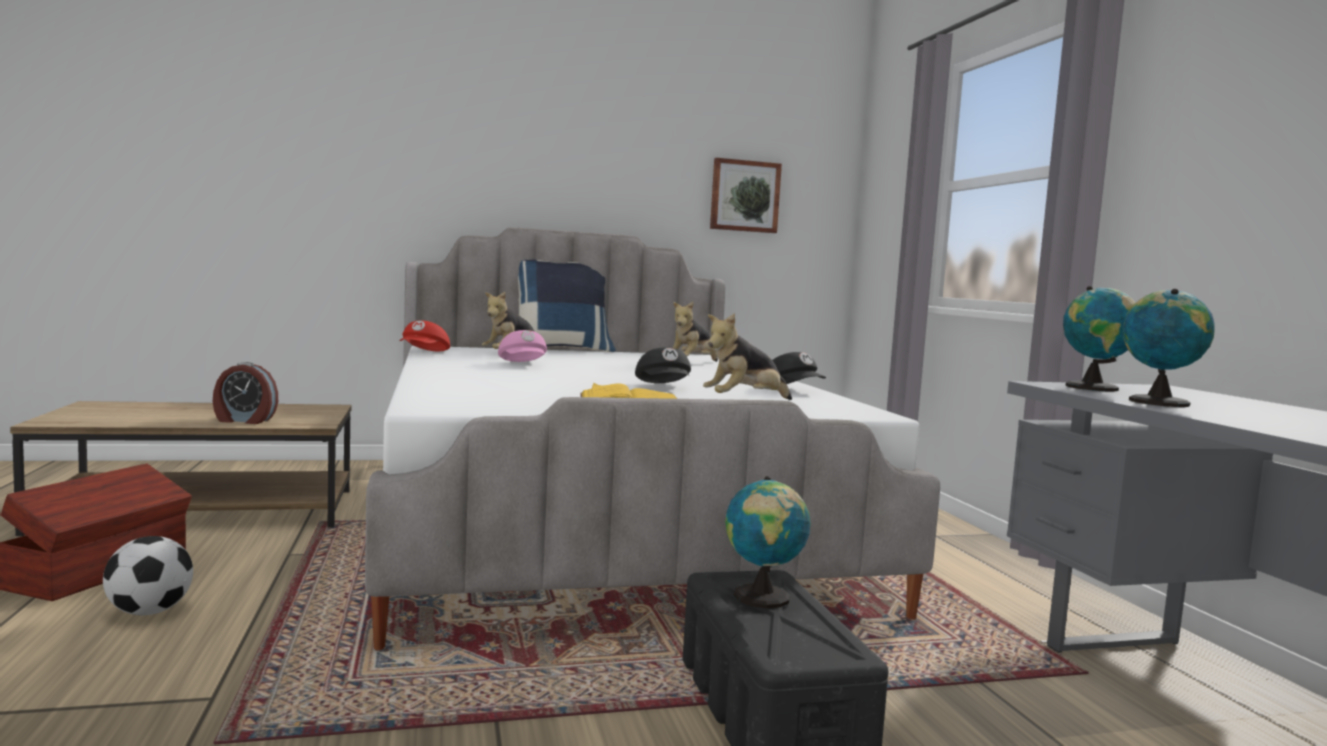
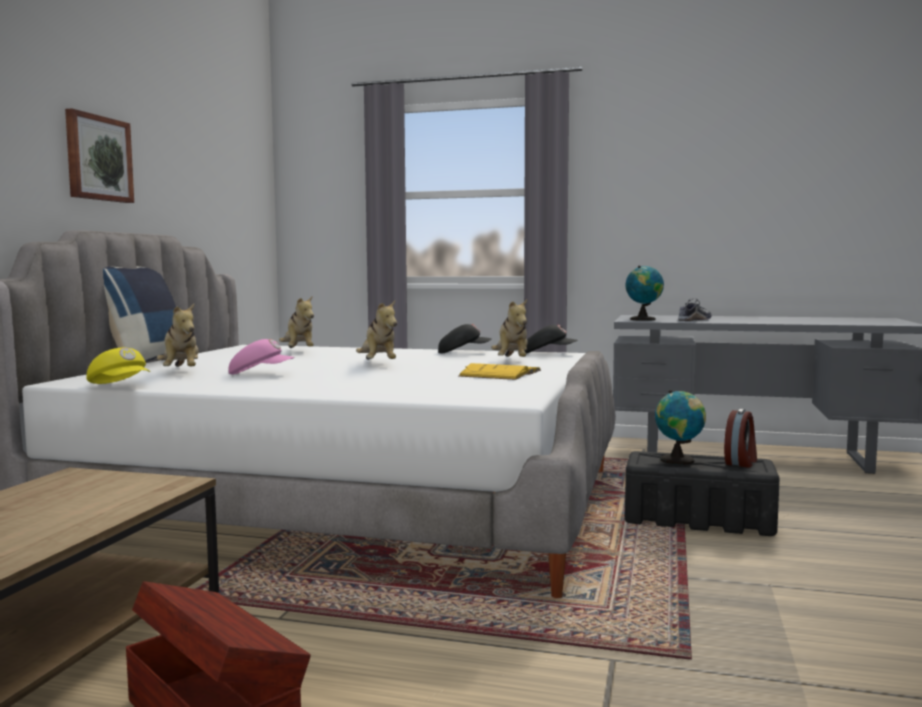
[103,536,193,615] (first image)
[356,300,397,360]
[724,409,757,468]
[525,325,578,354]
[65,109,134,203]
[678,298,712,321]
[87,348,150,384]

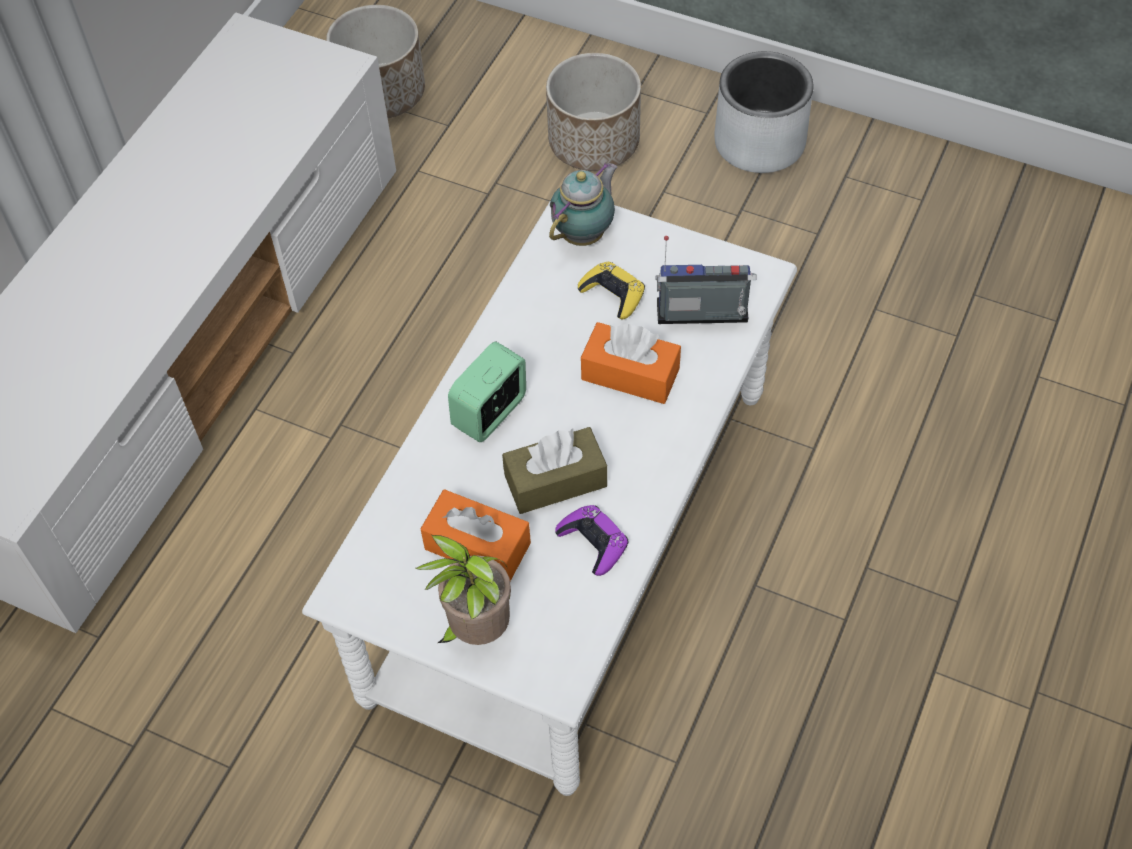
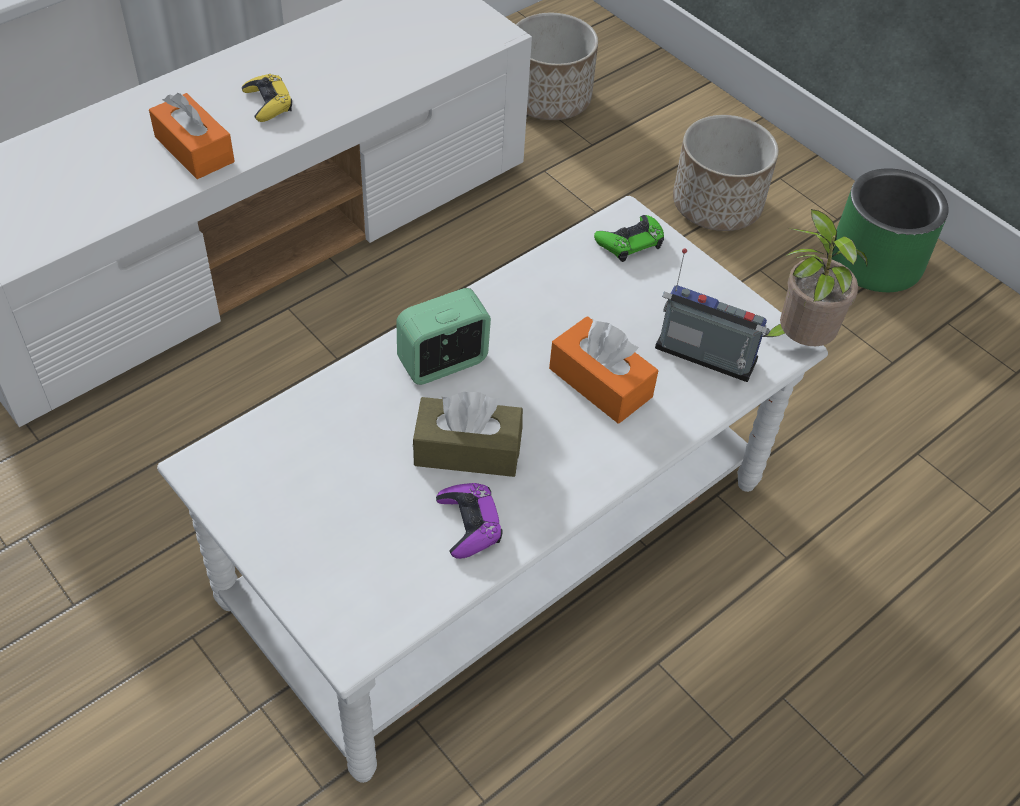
[762,209,868,346]
[149,93,235,179]
[242,74,292,122]
[594,215,664,262]
[832,168,949,292]

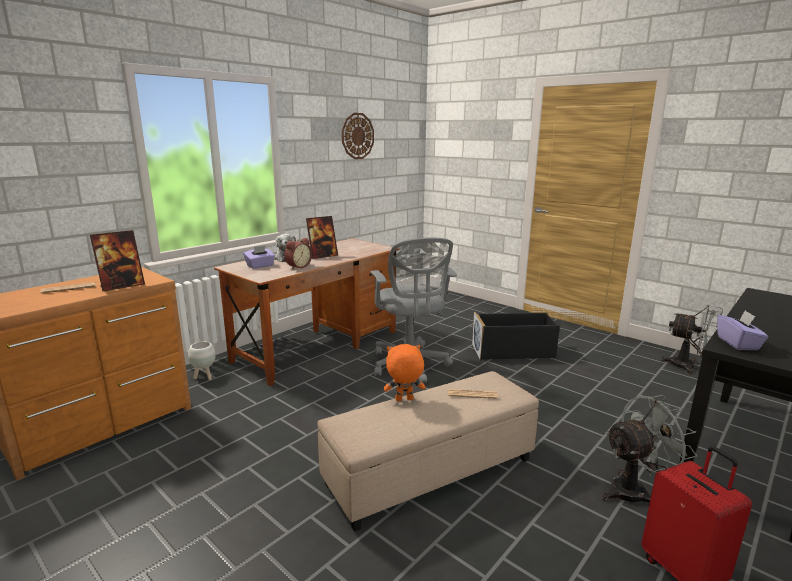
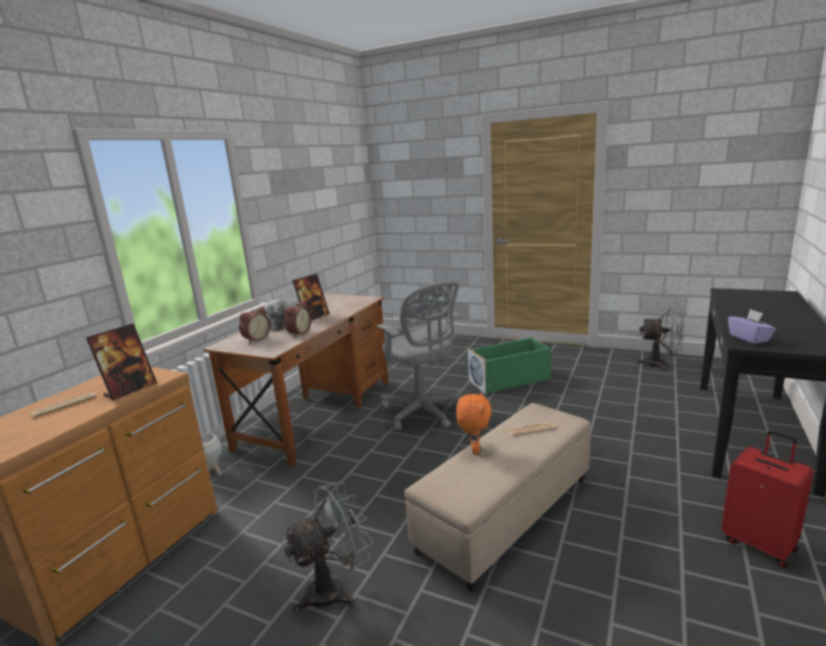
[342,113,374,159] (first image)
[283,481,373,614]
[239,307,271,343]
[468,337,551,395]
[456,392,492,454]

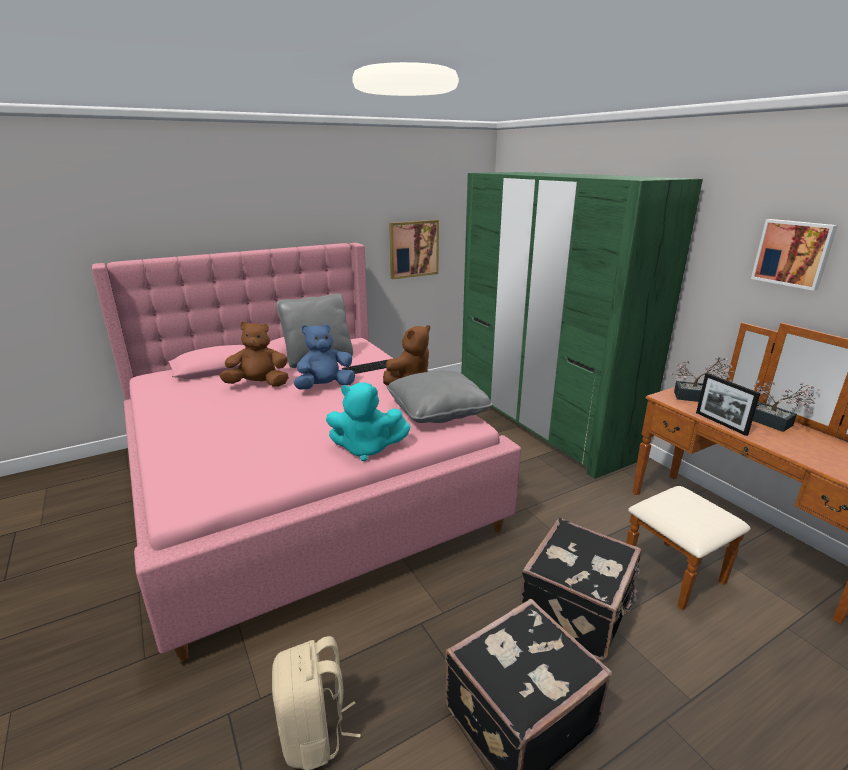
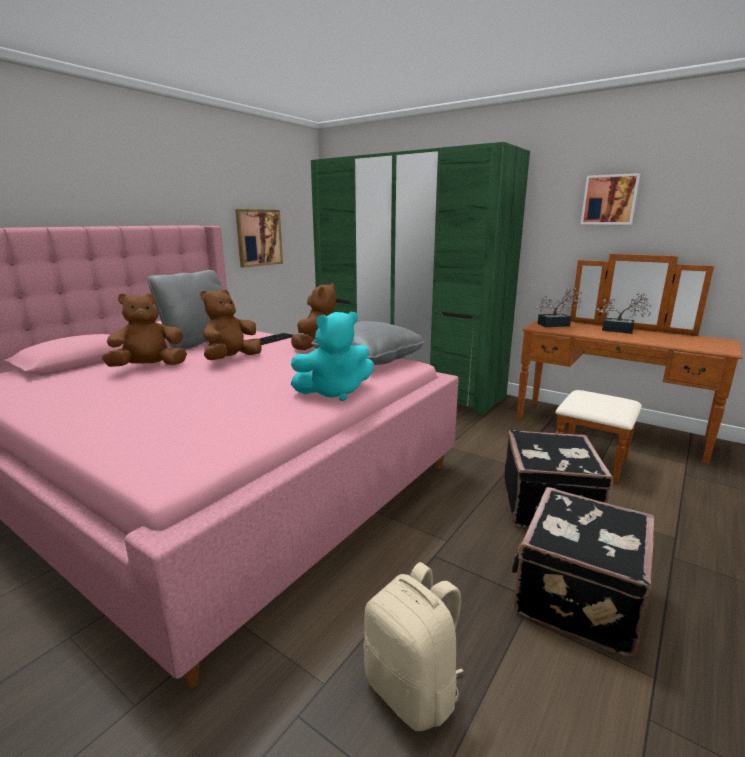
[696,373,760,436] (first image)
[200,290,262,360]

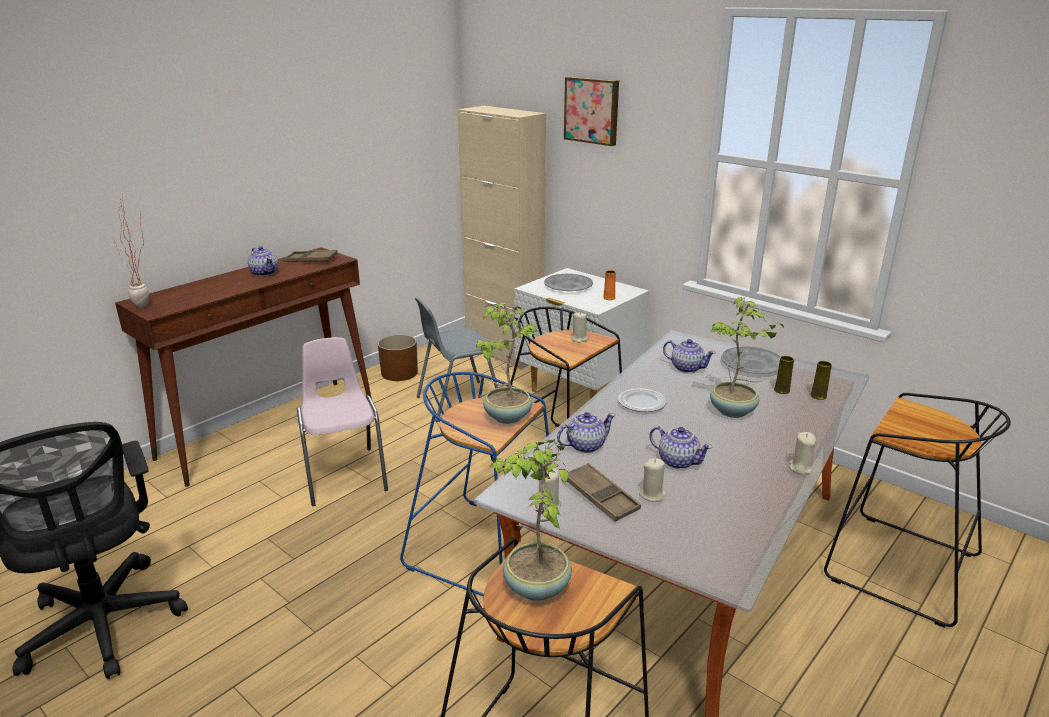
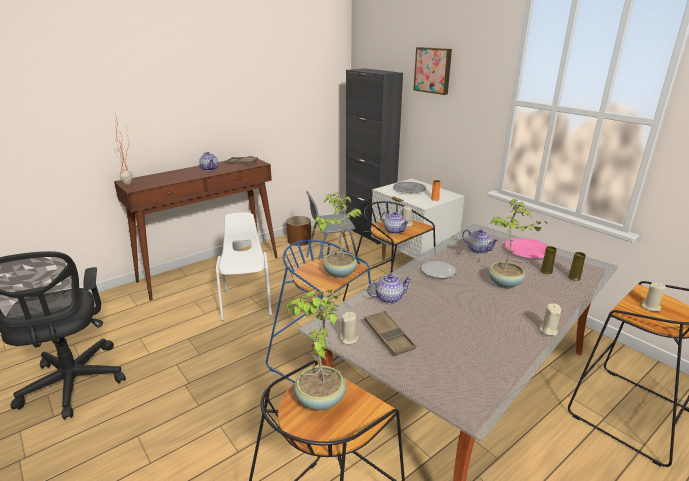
[641,282,666,312]
[381,211,409,234]
[216,212,272,321]
[346,68,403,244]
[505,238,548,258]

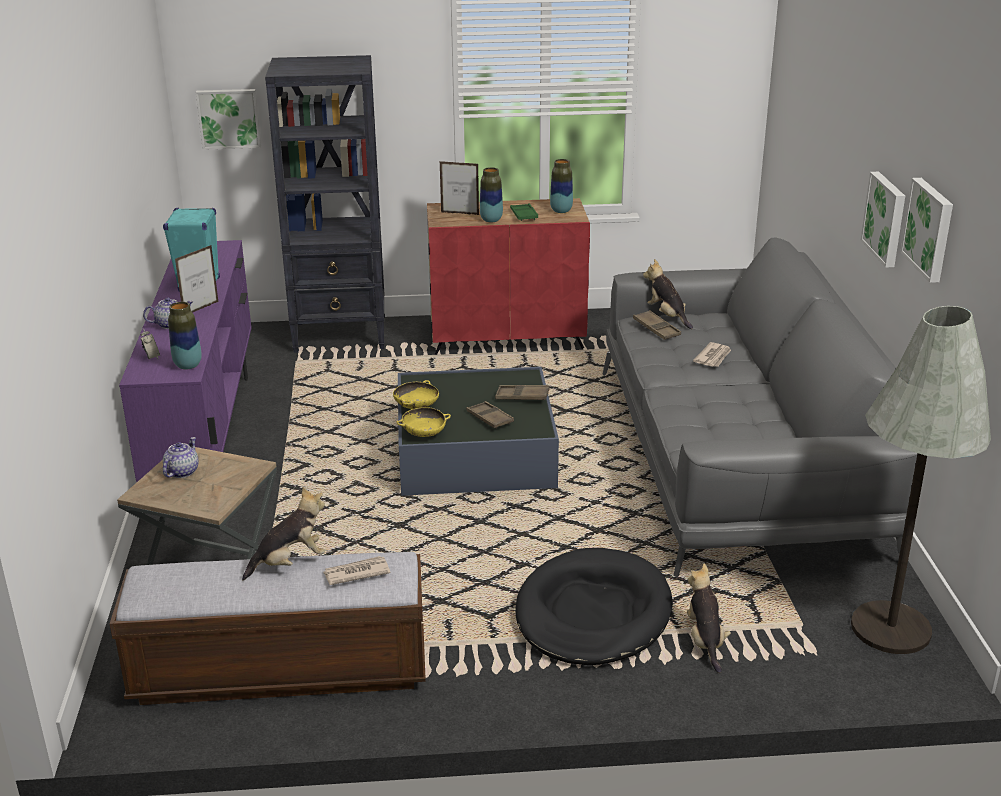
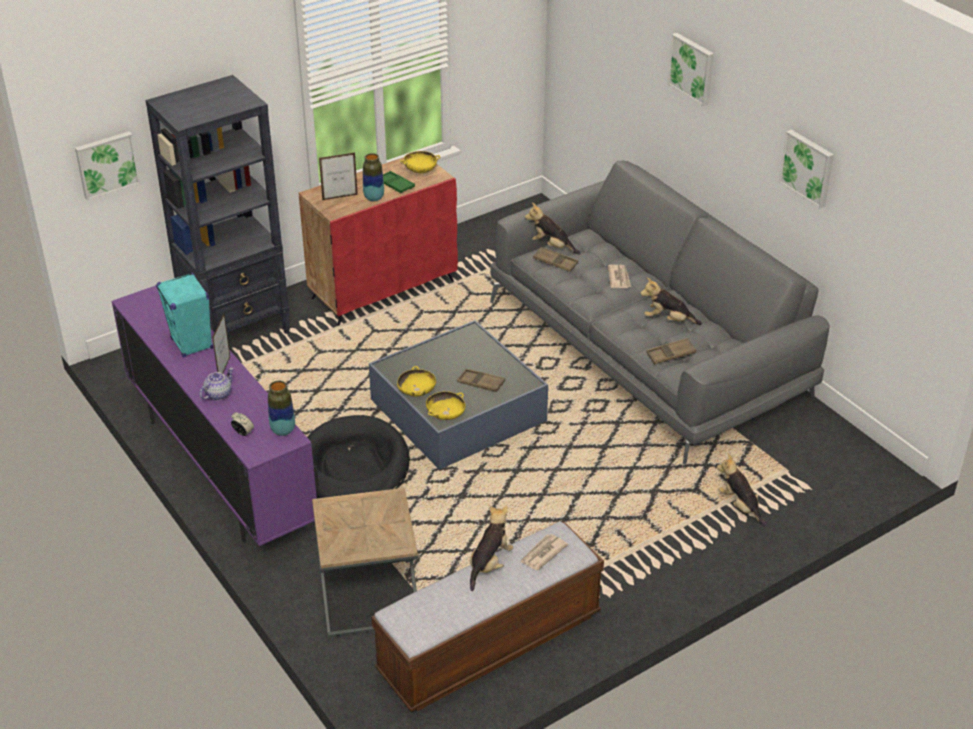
[163,437,199,478] (first image)
[851,306,991,654] (first image)
[640,278,702,325]
[646,338,696,364]
[307,415,410,498]
[667,33,714,106]
[400,151,440,173]

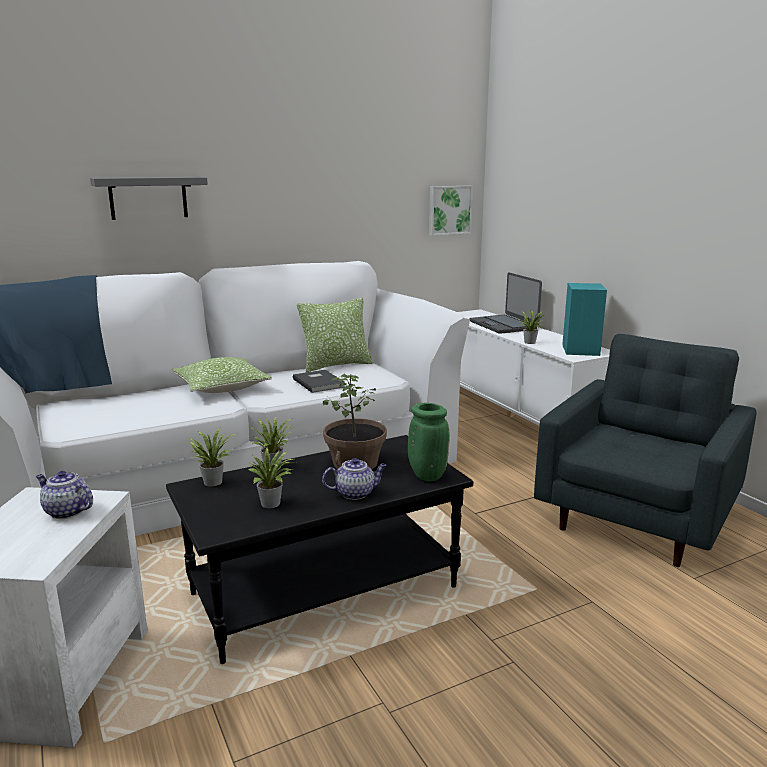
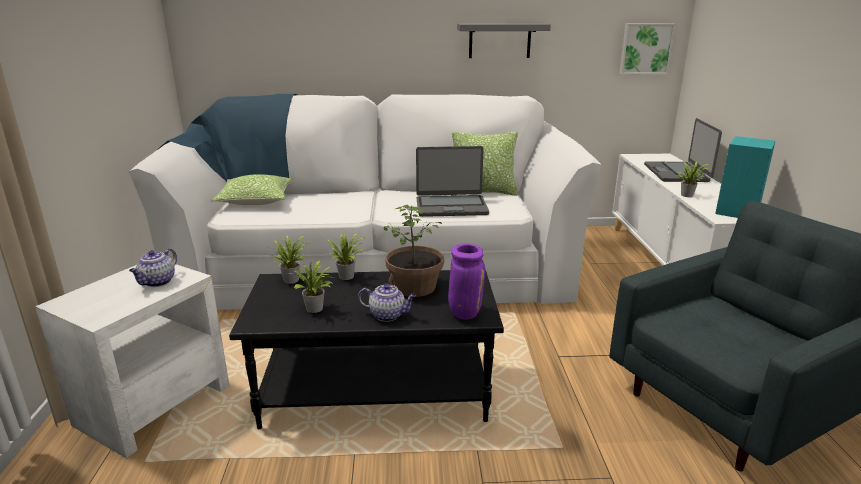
[457,23,551,58]
[211,174,293,205]
[416,146,489,217]
[448,244,485,320]
[129,248,177,287]

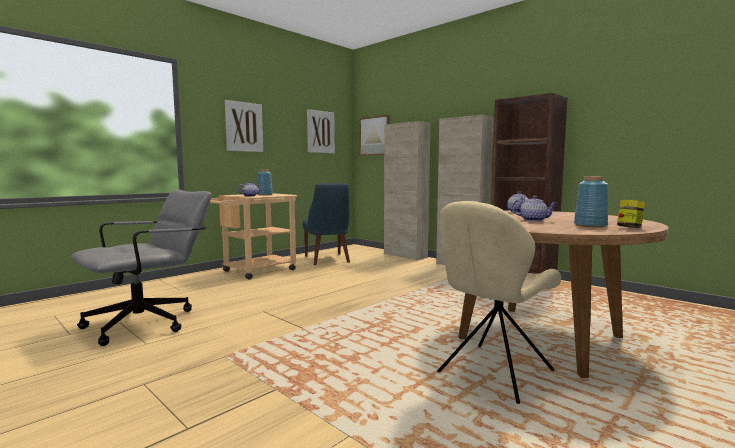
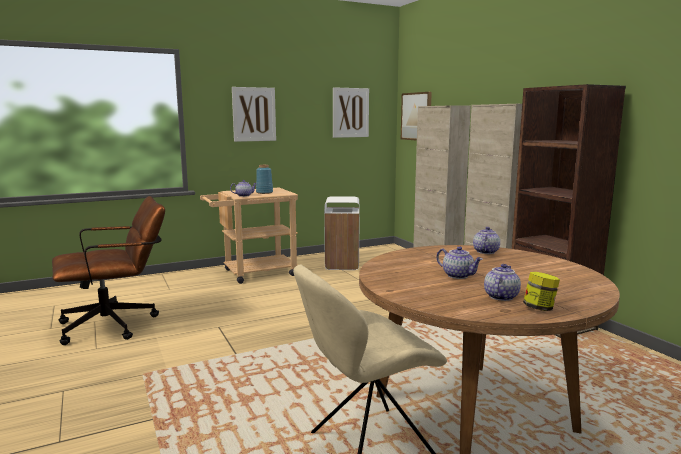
[324,196,360,270]
[484,264,521,301]
[52,196,165,345]

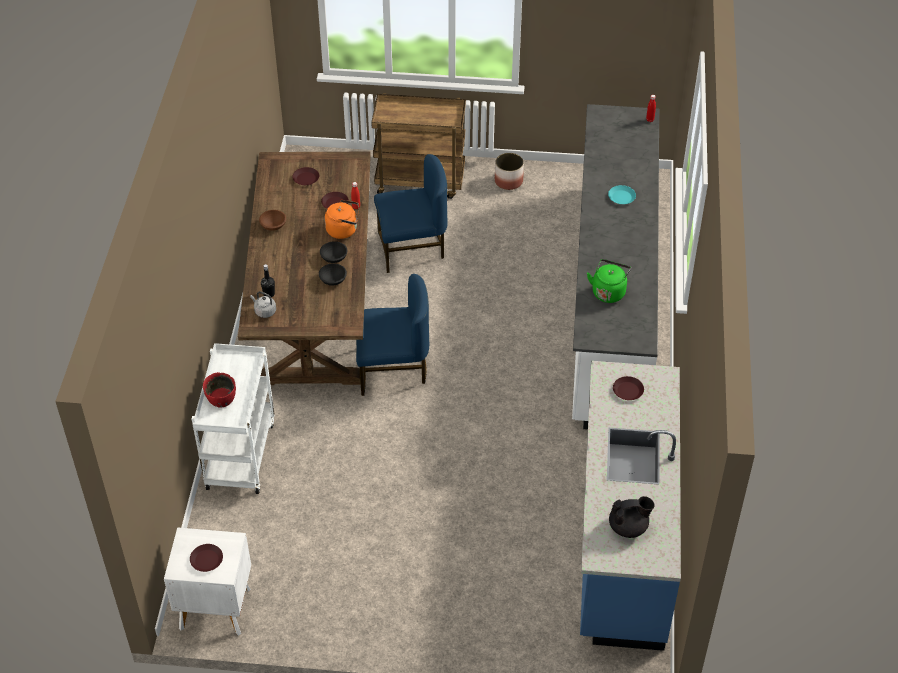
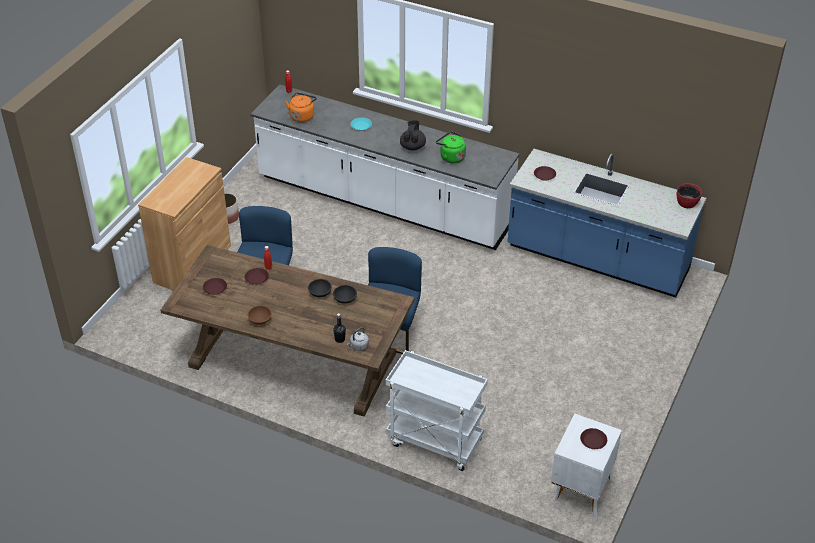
[676,183,702,208]
[285,92,317,123]
[400,120,426,150]
[138,157,231,291]

